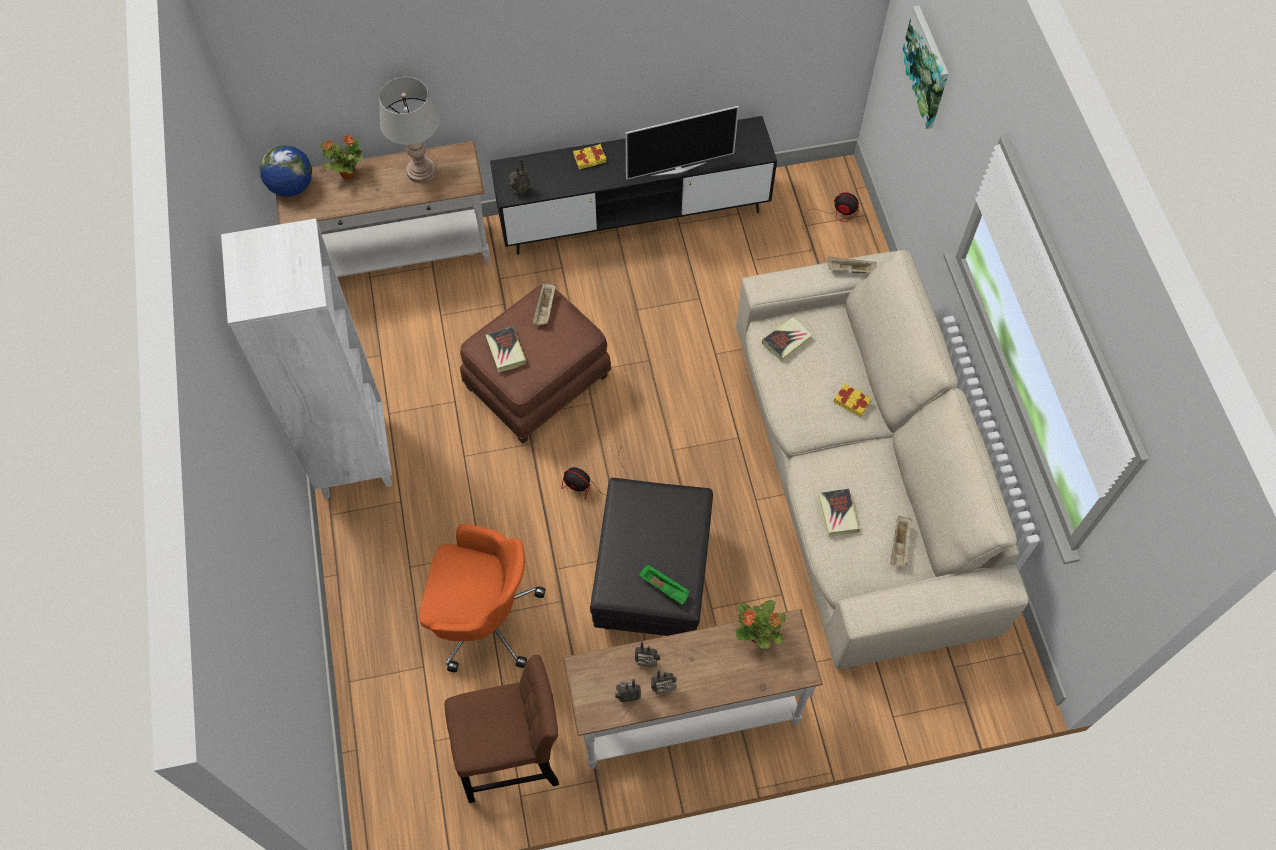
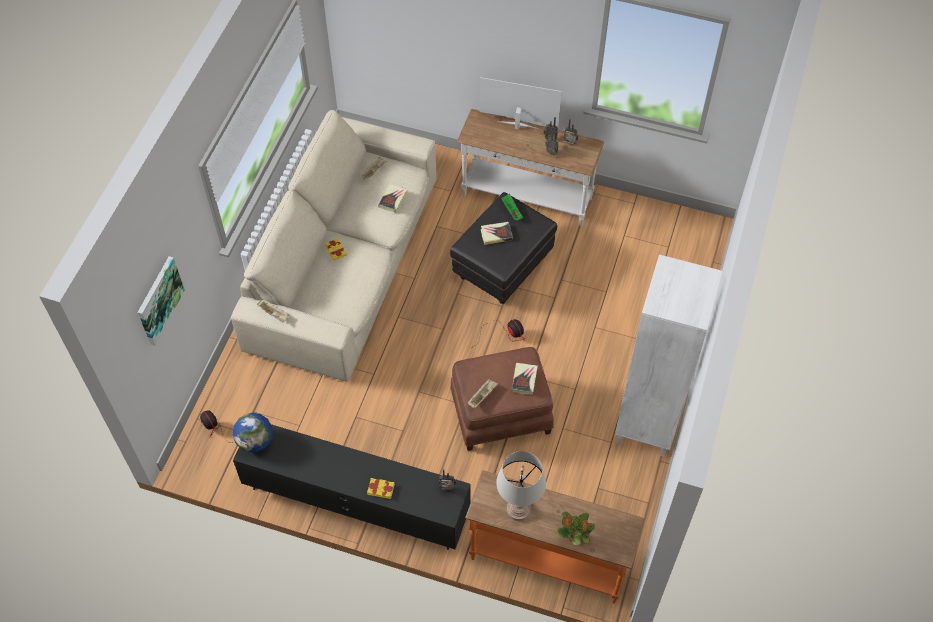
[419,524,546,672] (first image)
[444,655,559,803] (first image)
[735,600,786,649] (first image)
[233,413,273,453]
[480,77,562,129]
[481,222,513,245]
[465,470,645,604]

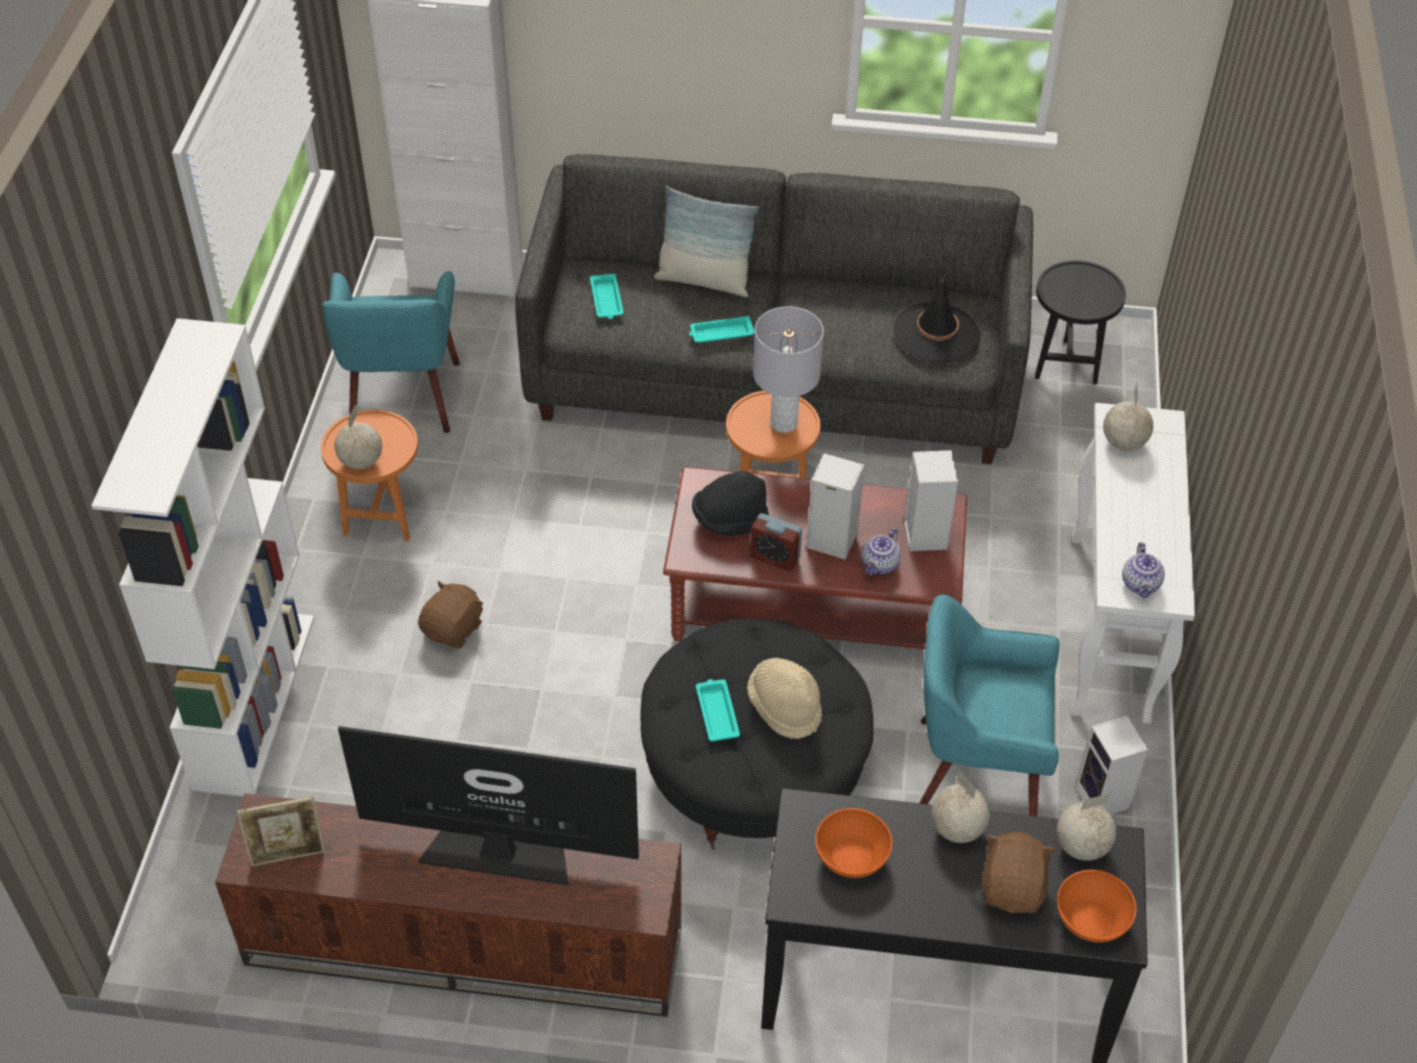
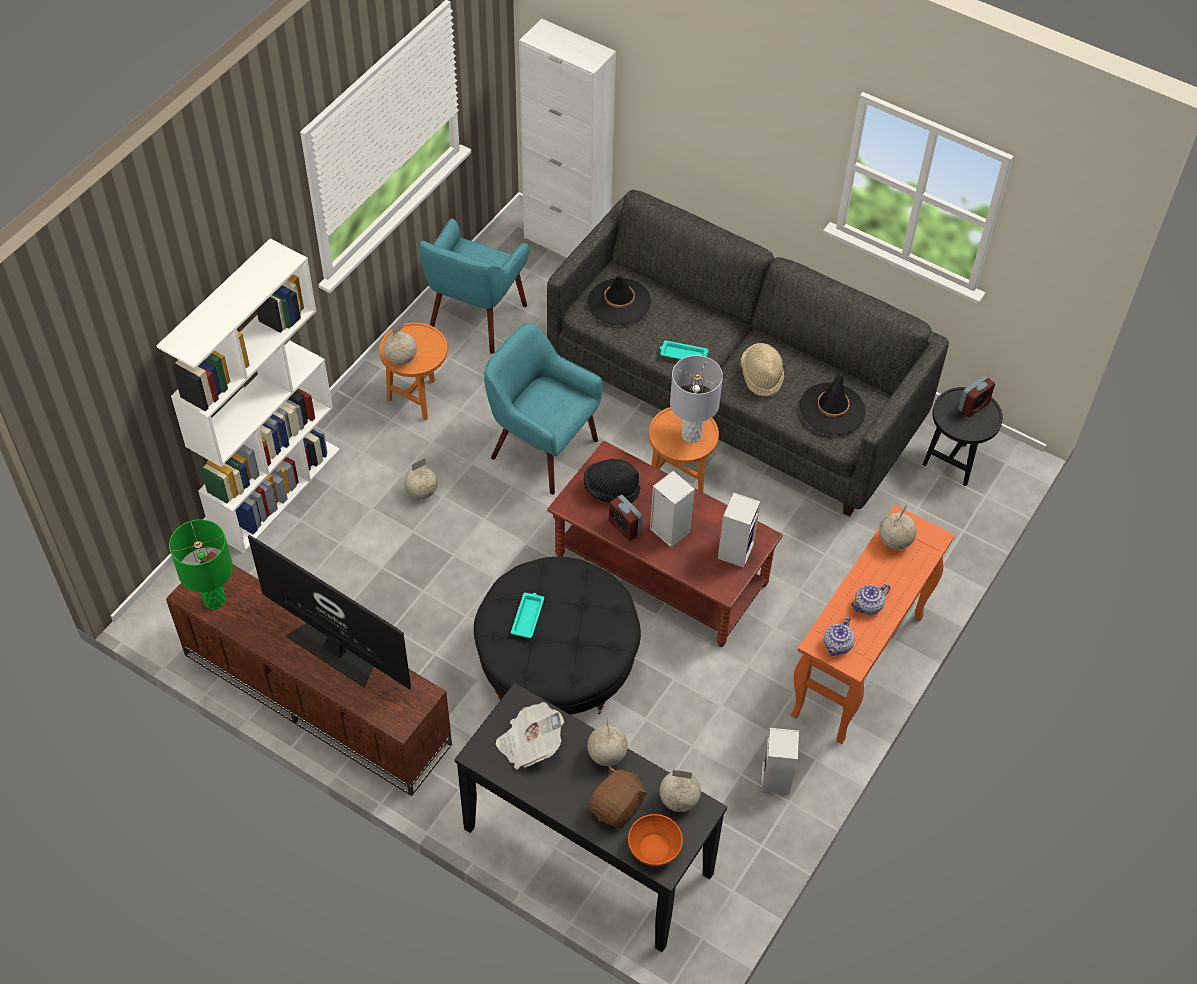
[654,186,759,297] (first image)
[958,375,995,417]
[741,343,784,397]
[851,584,891,615]
[484,323,603,495]
[169,519,233,609]
[404,458,437,499]
[588,275,651,325]
[496,702,564,770]
[791,505,955,744]

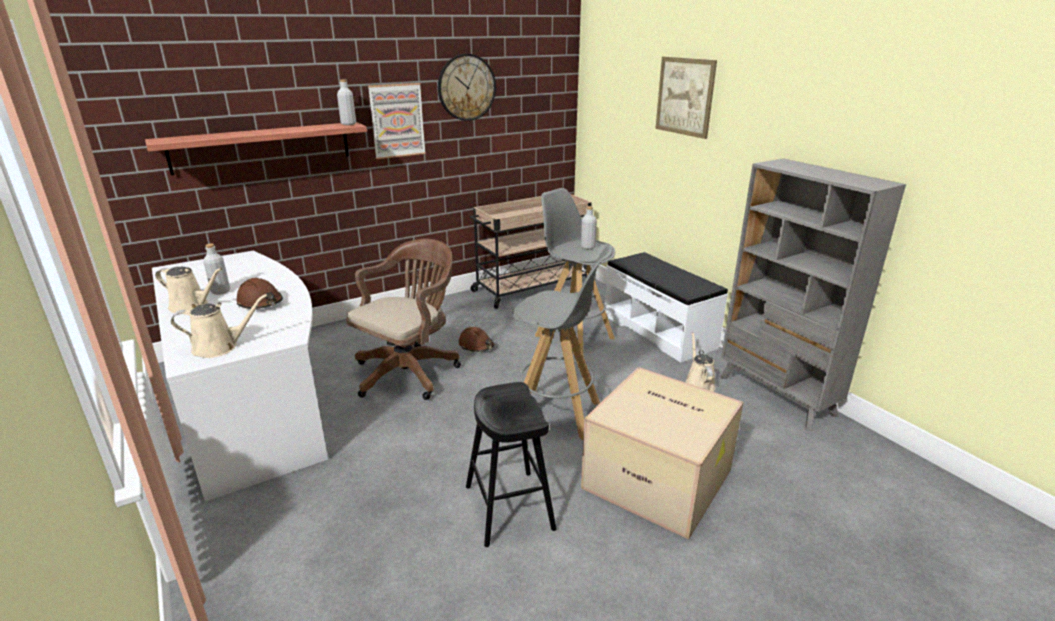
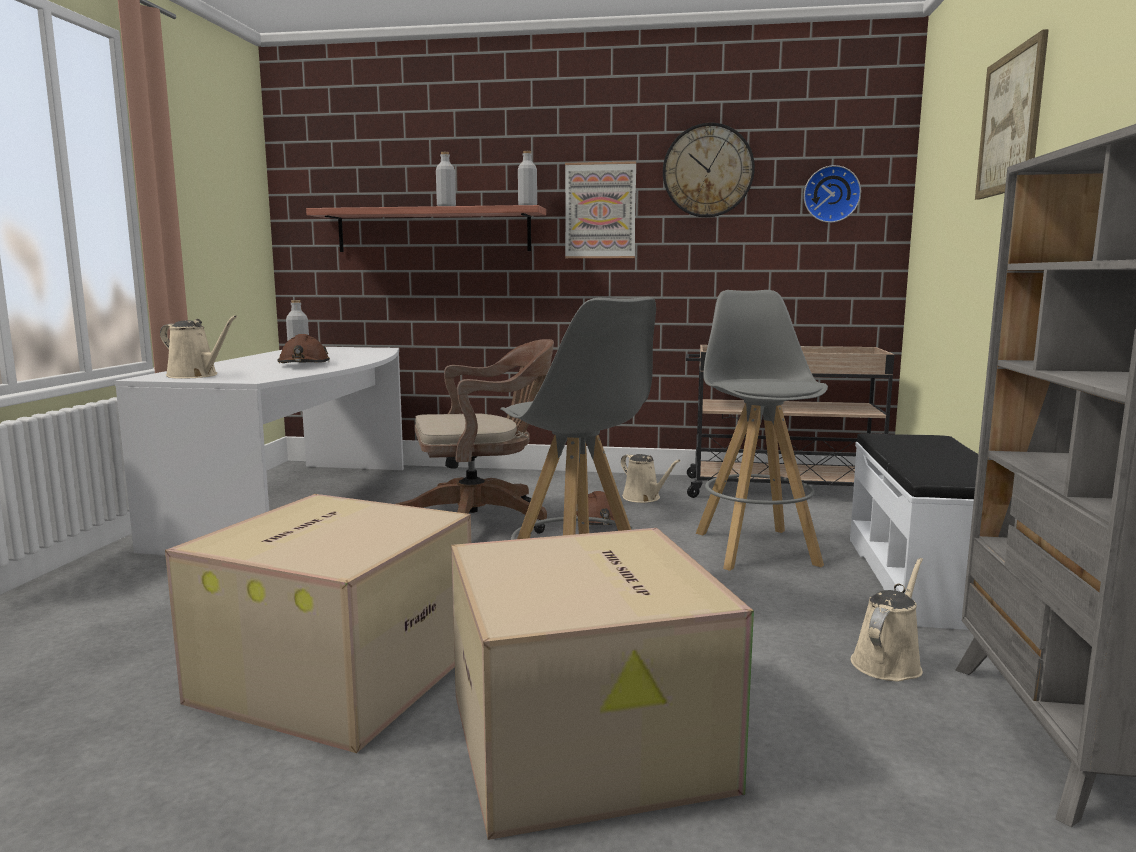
[804,165,861,223]
[621,454,681,503]
[436,152,456,206]
[165,494,471,753]

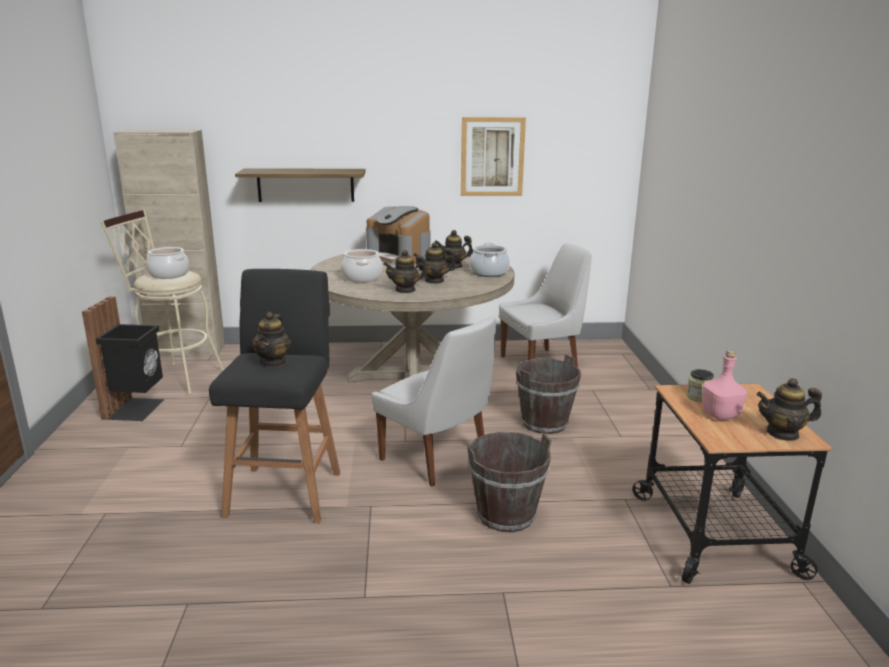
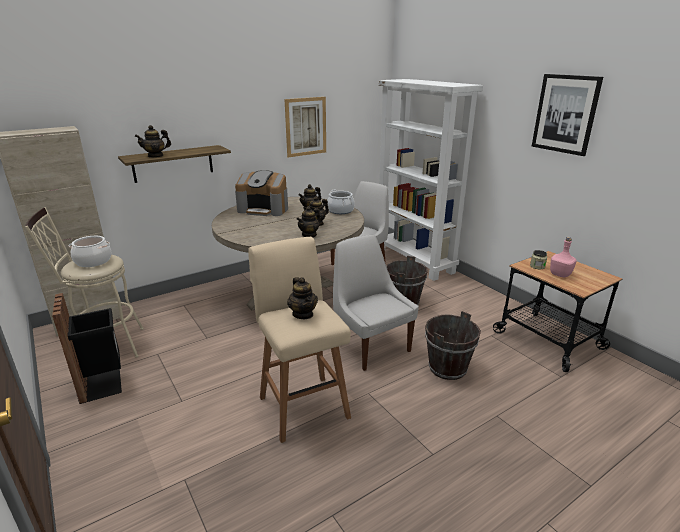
[341,249,383,282] (first image)
[379,79,483,281]
[532,74,603,156]
[135,125,171,158]
[248,237,351,443]
[333,235,419,371]

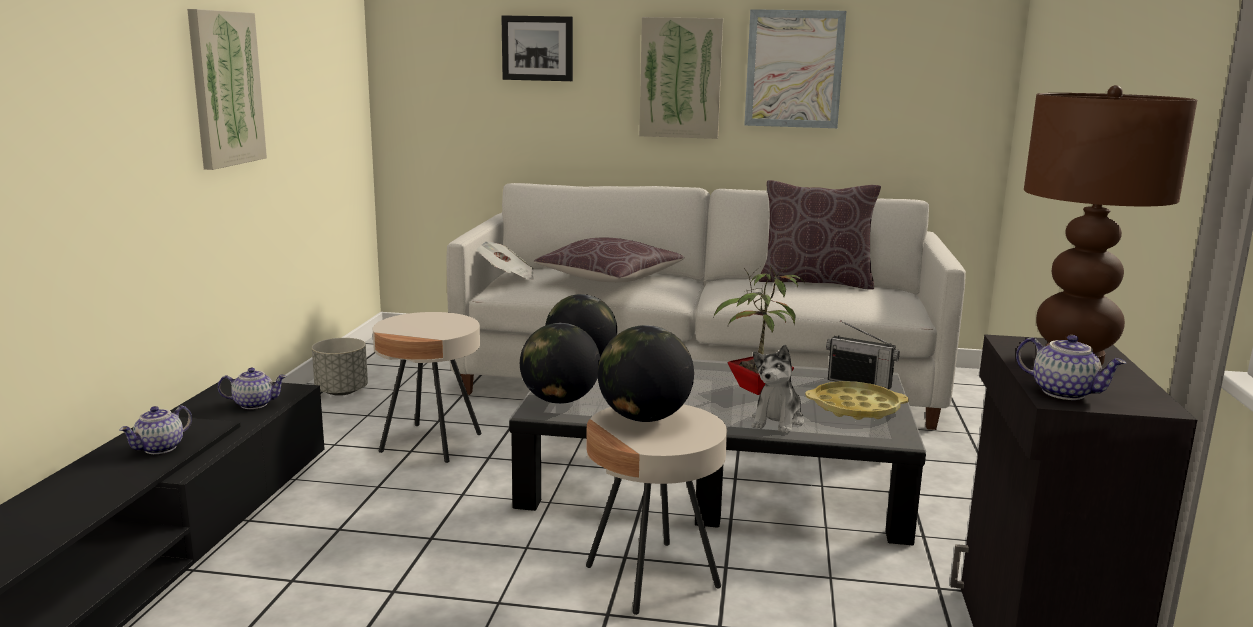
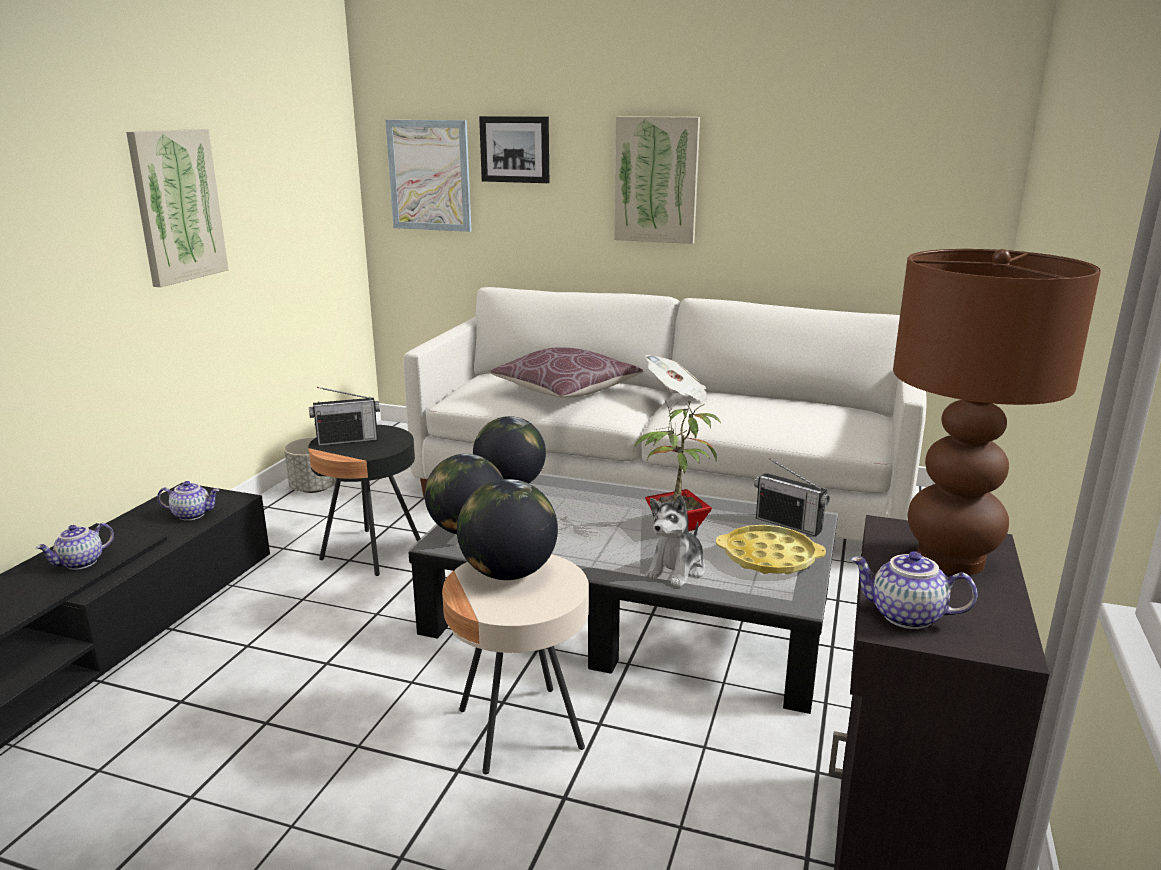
[759,180,881,290] (first image)
[309,387,380,446]
[645,355,708,402]
[385,120,471,232]
[308,425,420,576]
[850,551,977,629]

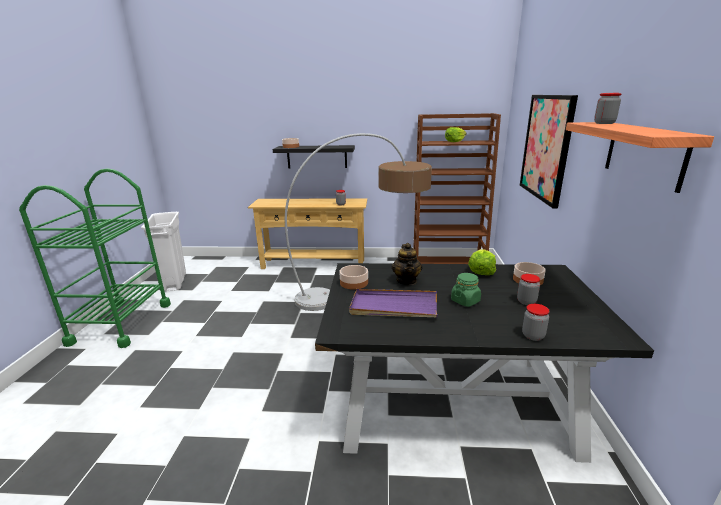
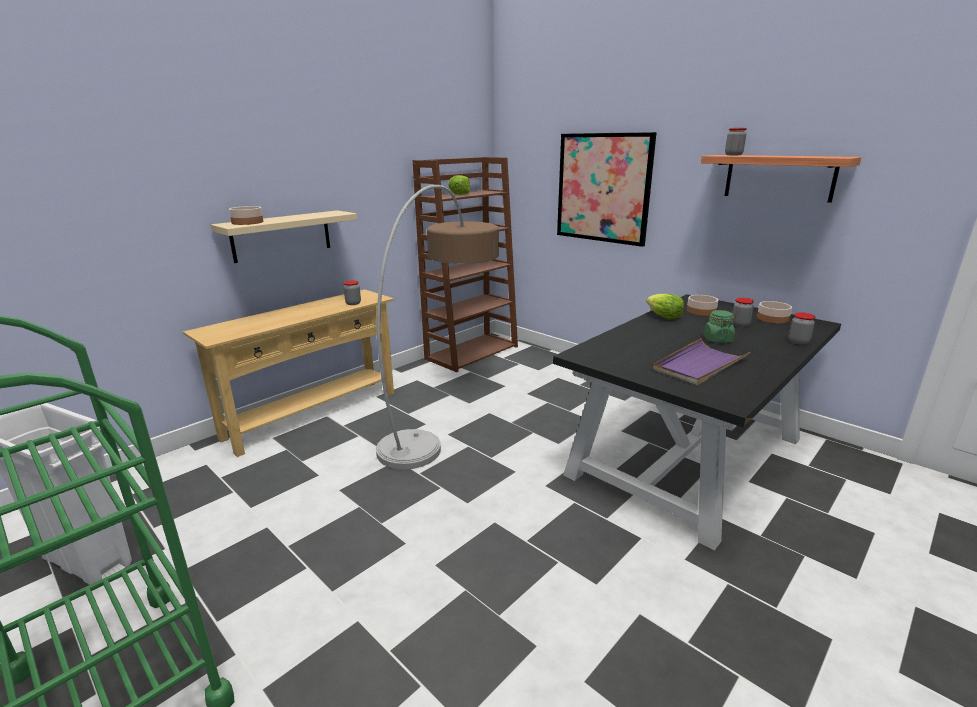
[391,243,423,285] (first image)
[757,301,792,323]
[211,210,358,263]

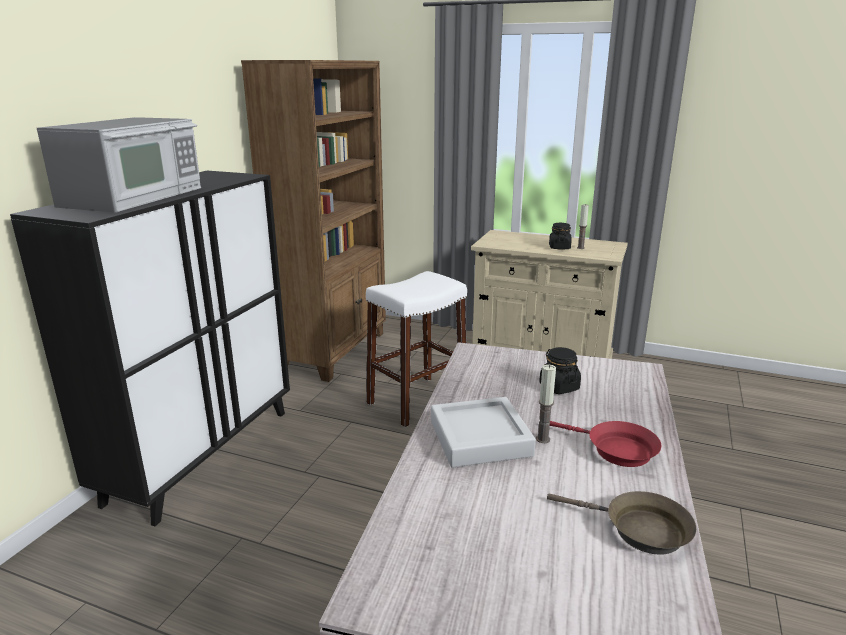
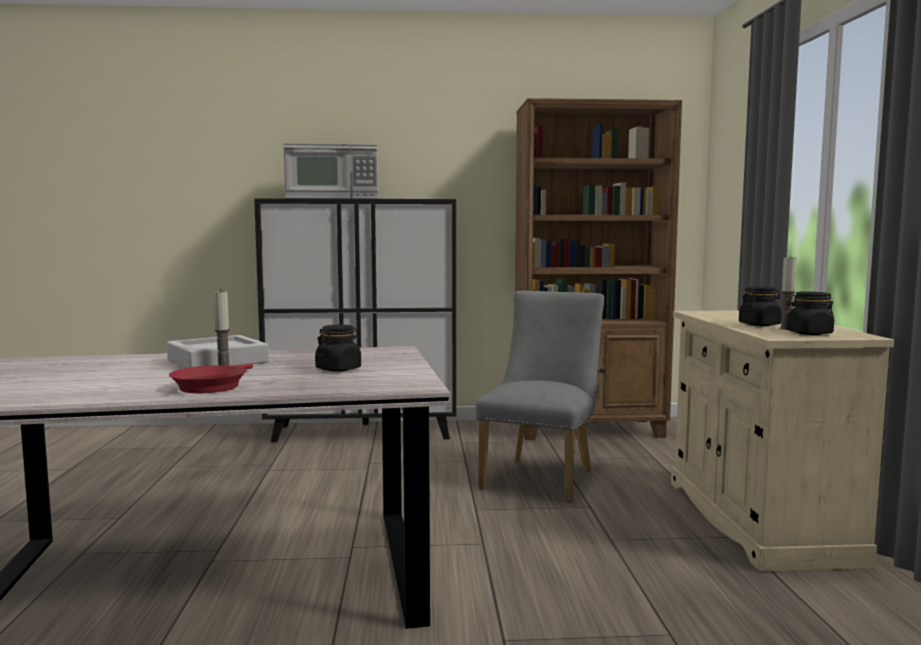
[547,491,696,555] (first image)
[786,292,834,335]
[475,291,604,502]

